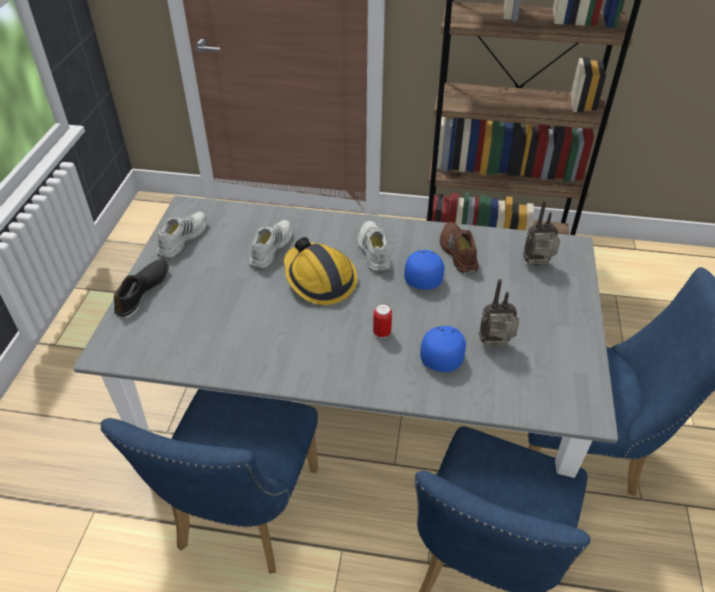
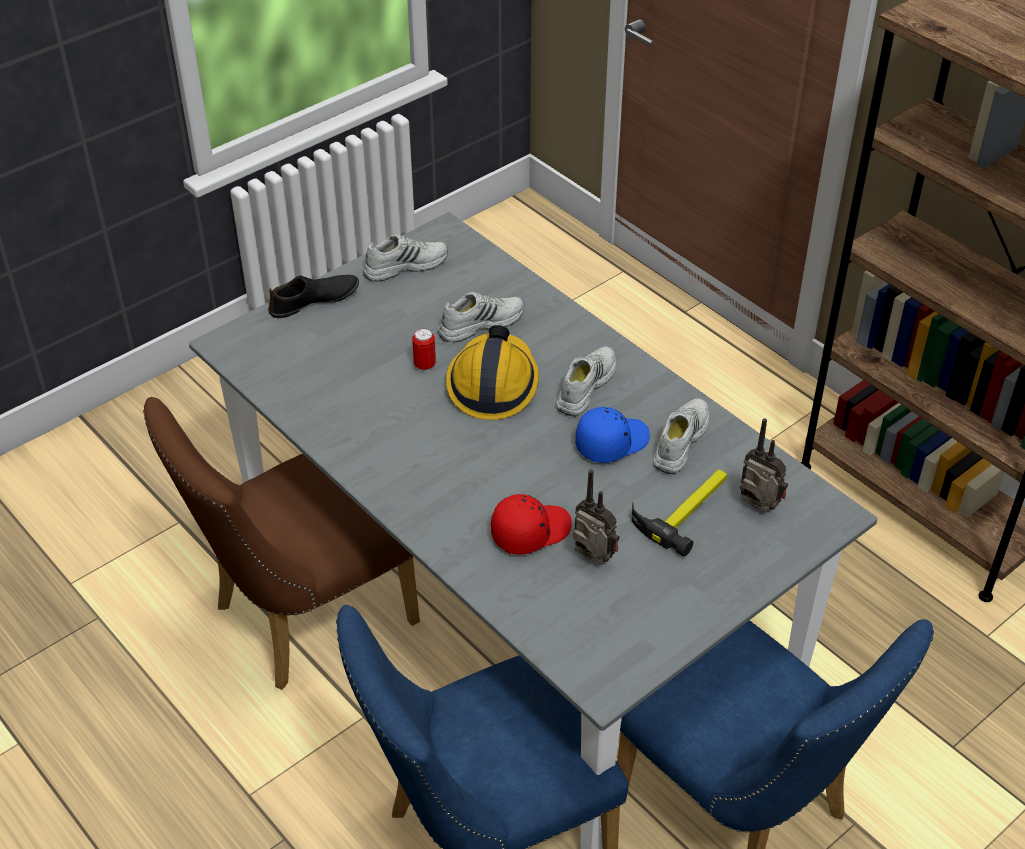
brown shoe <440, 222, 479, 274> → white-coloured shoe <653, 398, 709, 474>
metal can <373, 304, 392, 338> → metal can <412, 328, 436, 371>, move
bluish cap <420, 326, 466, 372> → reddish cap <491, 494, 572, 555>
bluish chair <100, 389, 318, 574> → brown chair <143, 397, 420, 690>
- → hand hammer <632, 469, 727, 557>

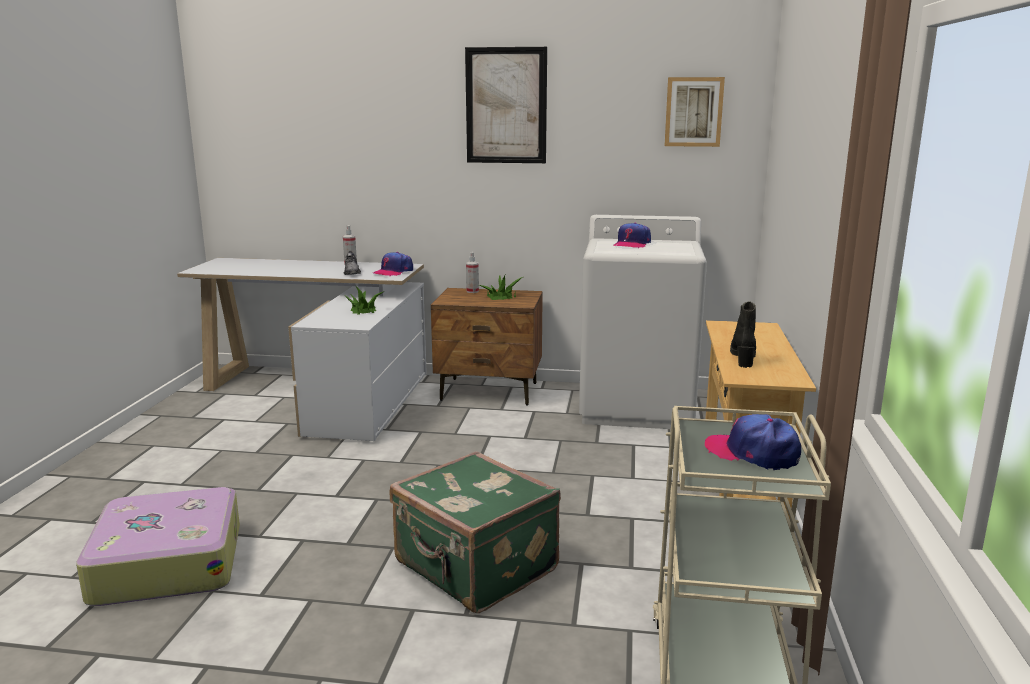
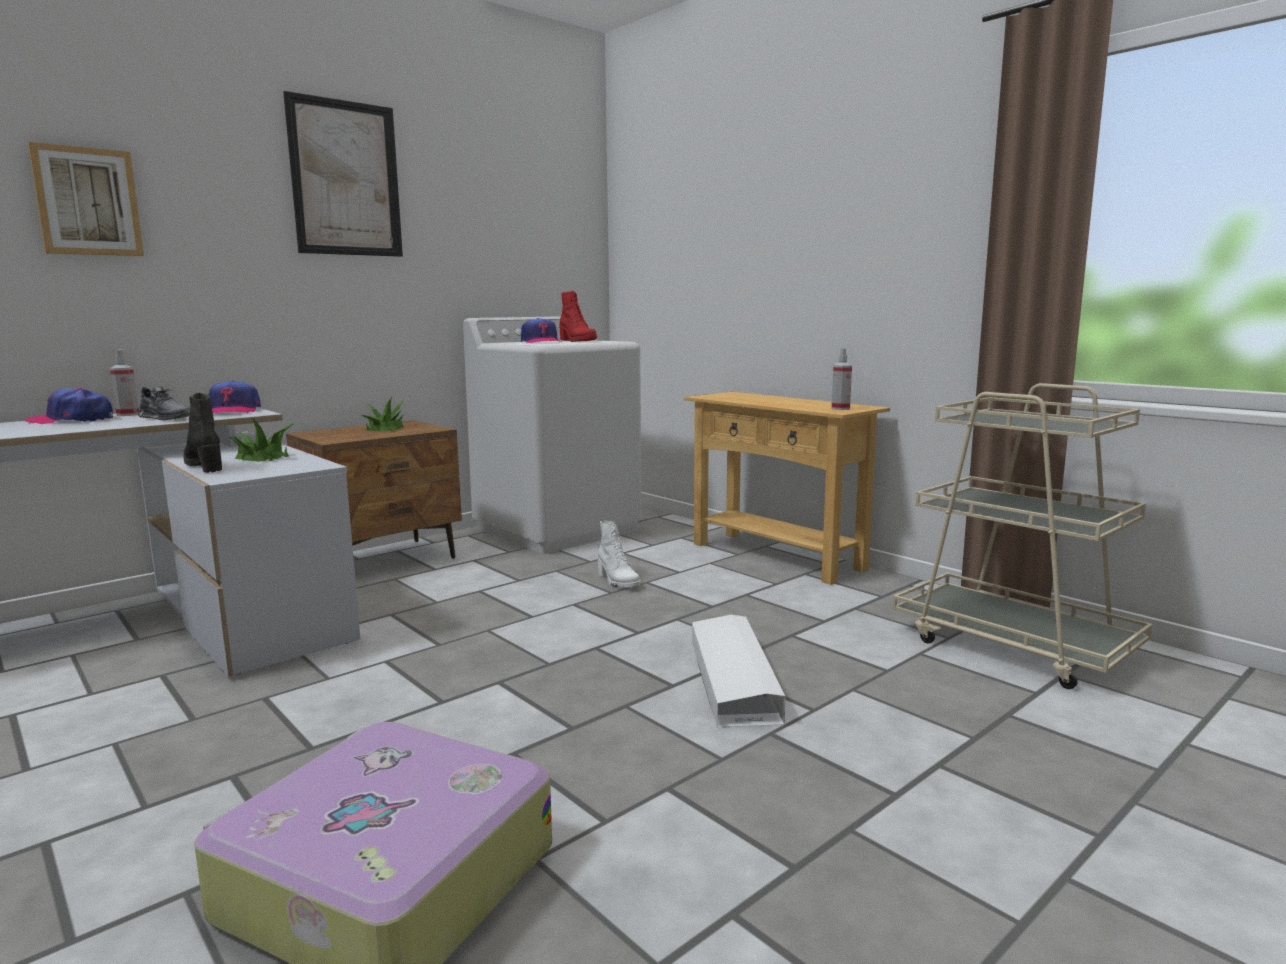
picture <664, 77, 725, 147> → picture <28, 142, 144, 256>, move
spray bottle <466, 252, 479, 293> → spray bottle <832, 348, 852, 410>, move
blackish tall boot <730, 301, 756, 368> → blackish tall boot <183, 393, 222, 473>, move
cap <705, 414, 801, 470> → cap <25, 388, 113, 424>, move
green-coloured suitcase <390, 451, 561, 613> → white-coloured storage box <691, 615, 785, 727>
- → reddish tall boot <559, 291, 597, 342>
- → white-coloured tall boot <598, 521, 641, 588>

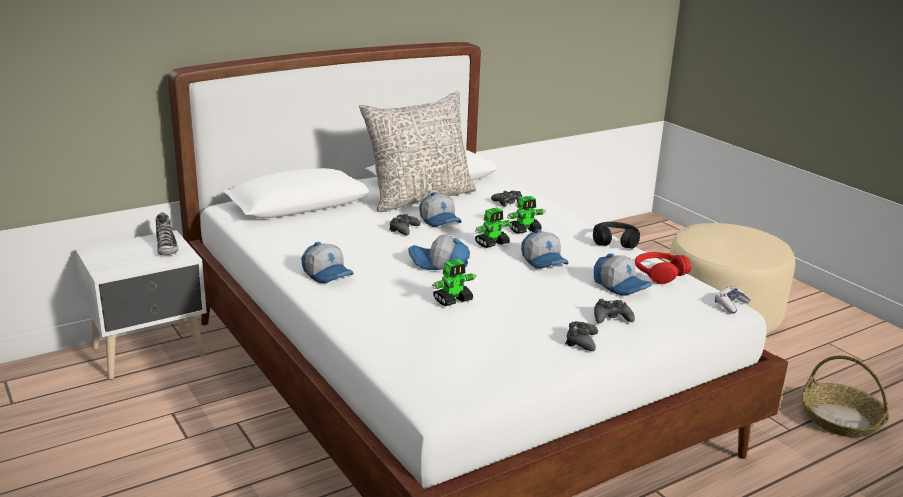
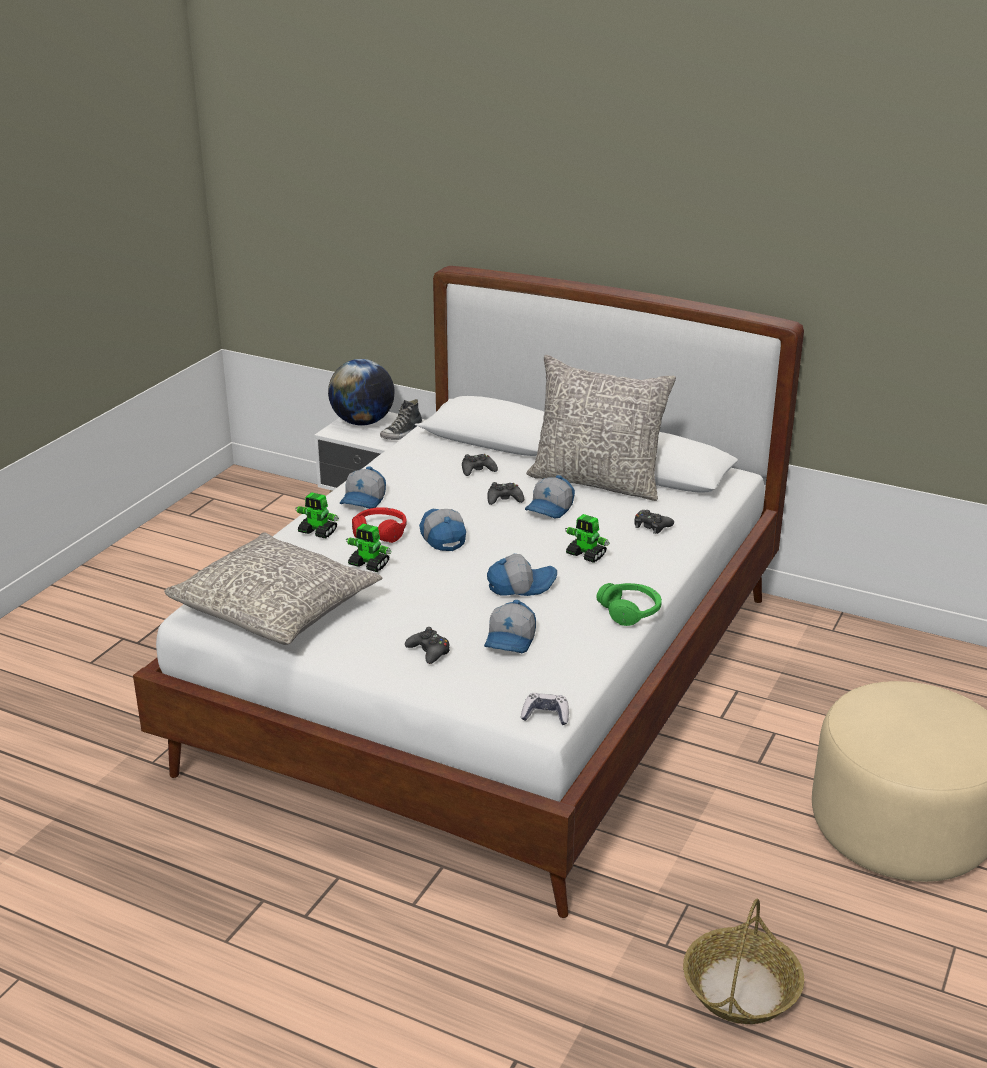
toy robot <475, 207, 512, 248> → toy robot <295, 492, 339, 539>, move
blackish pair of headphones <593, 222, 640, 249> → green-coloured pair of headphones <596, 583, 662, 626>
cap <521, 229, 569, 269> → cap <487, 554, 557, 596>, 135 degrees counterclockwise
reddish pair of headphones <635, 252, 691, 284> → reddish pair of headphones <352, 507, 407, 543>, move
blackish gamepad <565, 321, 598, 351> → blackish gamepad <462, 454, 498, 476>, move
- → desk globe <328, 359, 395, 426>
- → greyish pillow <165, 532, 382, 645>

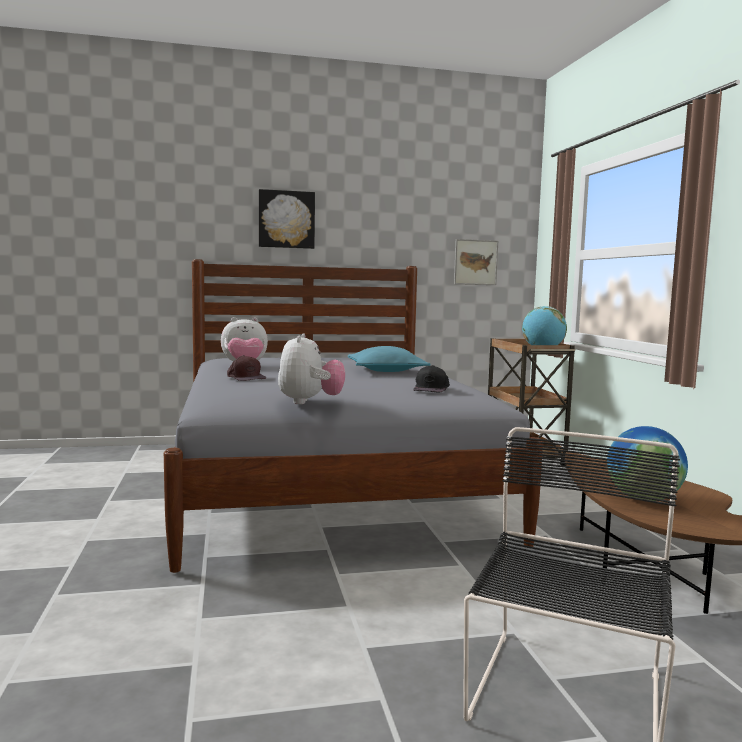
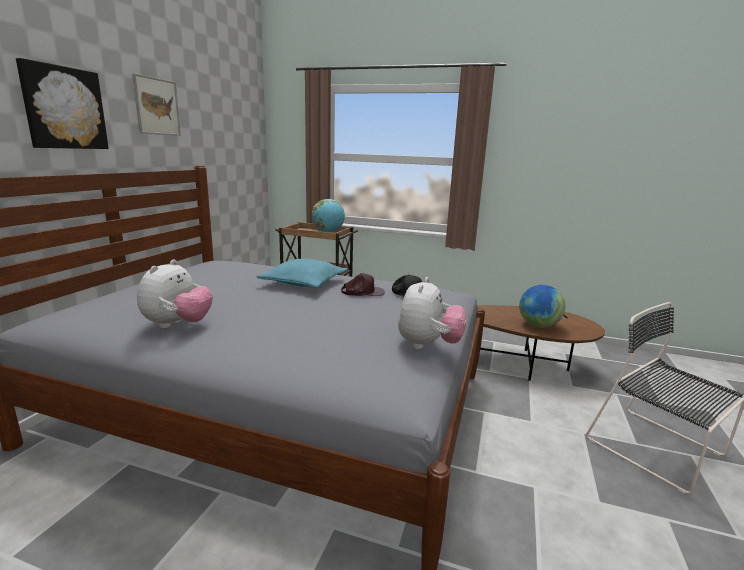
picture <454, 239, 498, 285> → picture <132, 73, 181, 136>, move
soft toy <278, 334, 345, 404> → soft toy <398, 277, 467, 349>, 75 degrees clockwise
brown cap <227, 355, 266, 381> → brown cap <341, 273, 385, 296>, move

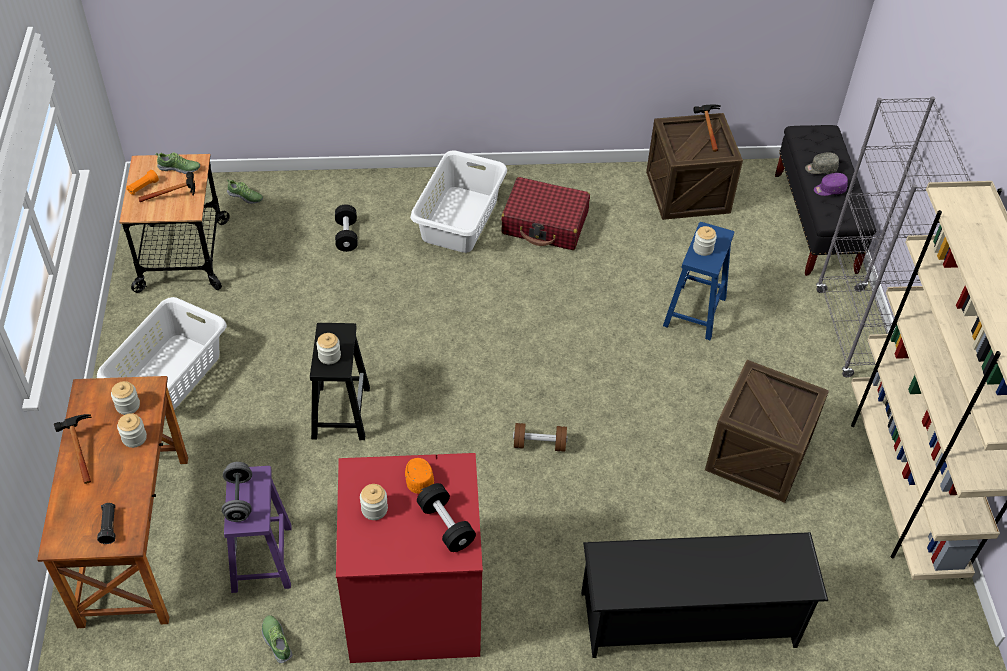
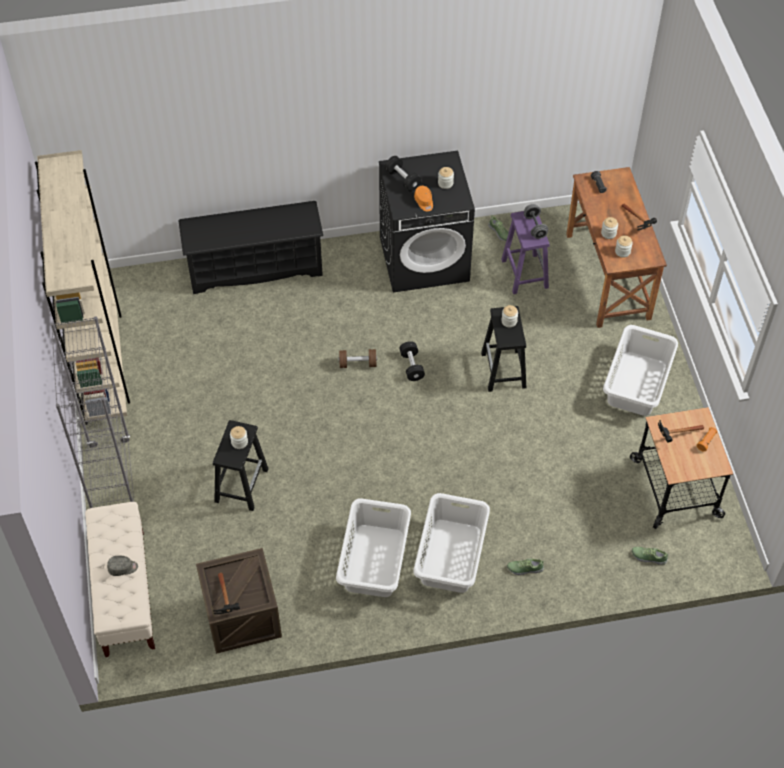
blackish bench <775, 125, 876, 276> → beige-coloured bench <85, 502, 155, 657>
shoe <156, 153, 200, 174> → shoe <507, 558, 544, 575>, move
purple-coloured cap <814, 173, 848, 196> → -
reddish suitcase <501, 177, 590, 250> → white-coloured washing basket <336, 498, 411, 597>
blackish hand weight <335, 204, 358, 252> → blackish hand weight <399, 341, 425, 381>, move
bluish stool <663, 222, 734, 340> → blackish stool <213, 420, 268, 511>
packing crate <705, 360, 829, 503> → -
reddish washing machine <336, 453, 483, 663> → blackish washing machine <379, 151, 475, 293>

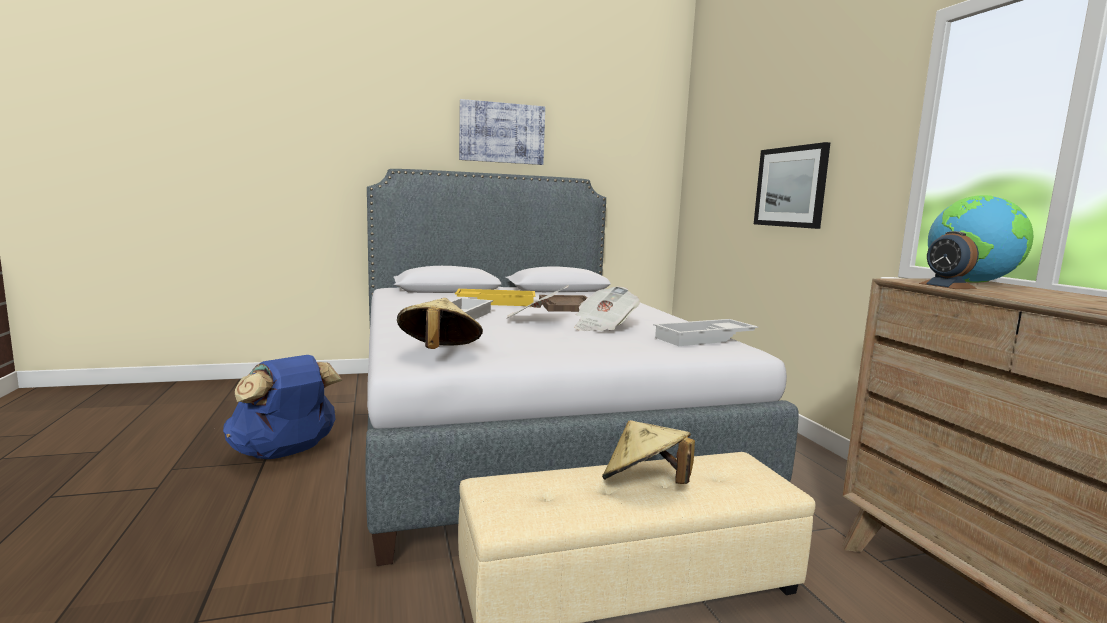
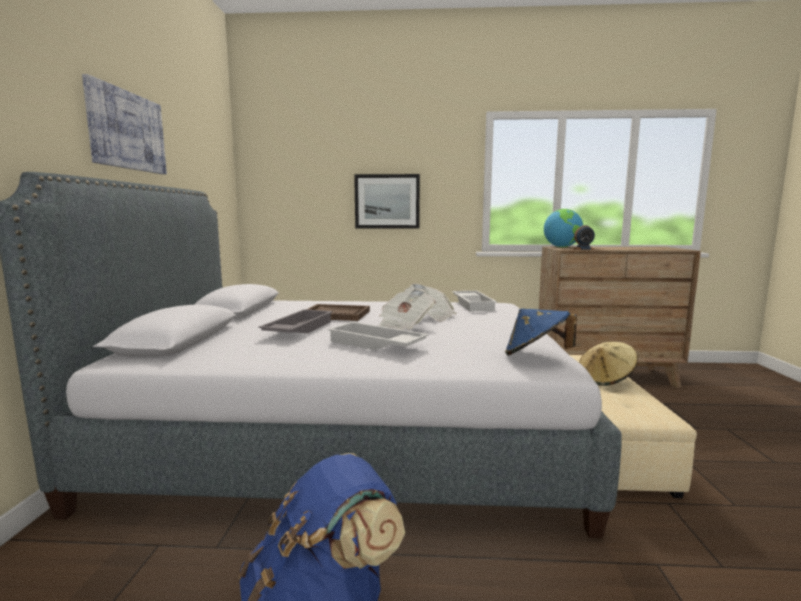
yellow carrying tray <455, 289, 535, 306> → greyish carrying tray <258, 309, 333, 333>
beige-coloured clothing hat <397, 298, 483, 349> → bluish clothing hat <505, 309, 577, 355>

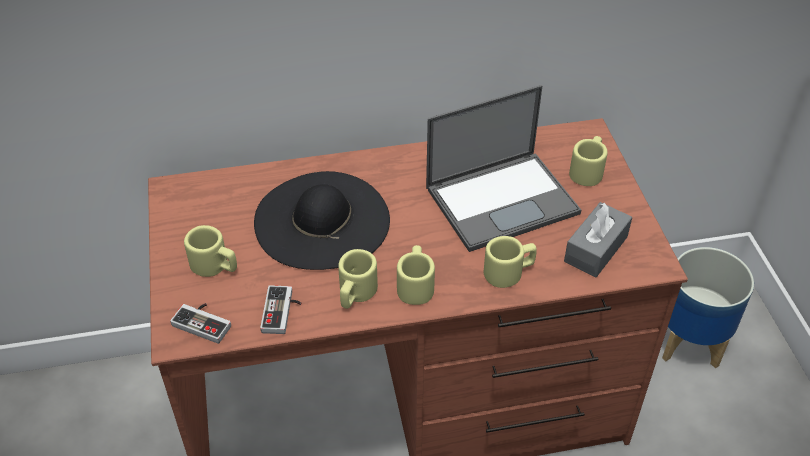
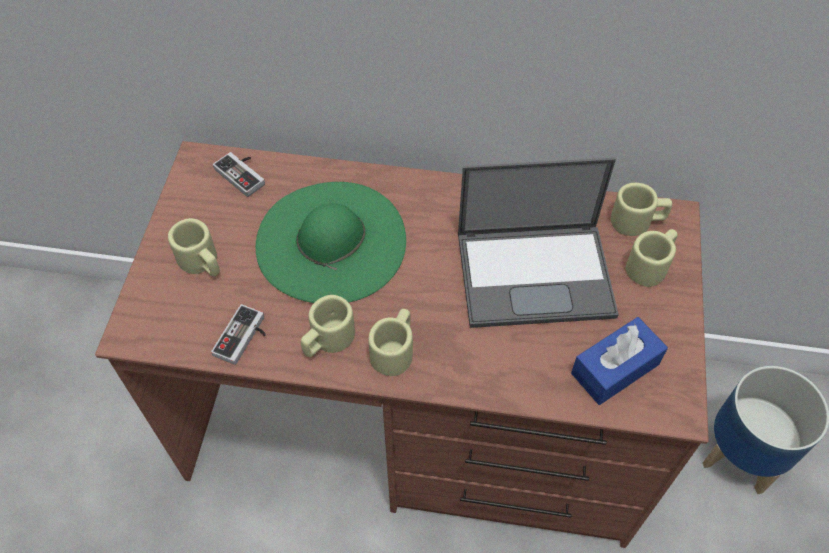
blackish clothing hat <254, 171, 390, 270> → green-coloured clothing hat <255, 182, 406, 303>
greyish tissue holder <564, 202, 632, 277> → bluish tissue holder <571, 317, 668, 405>
beige-coloured coffee mug <484, 236, 537, 288> → beige-coloured coffee mug <611, 183, 672, 236>, move
gamepad <170, 303, 231, 344> → gamepad <213, 152, 265, 197>, move

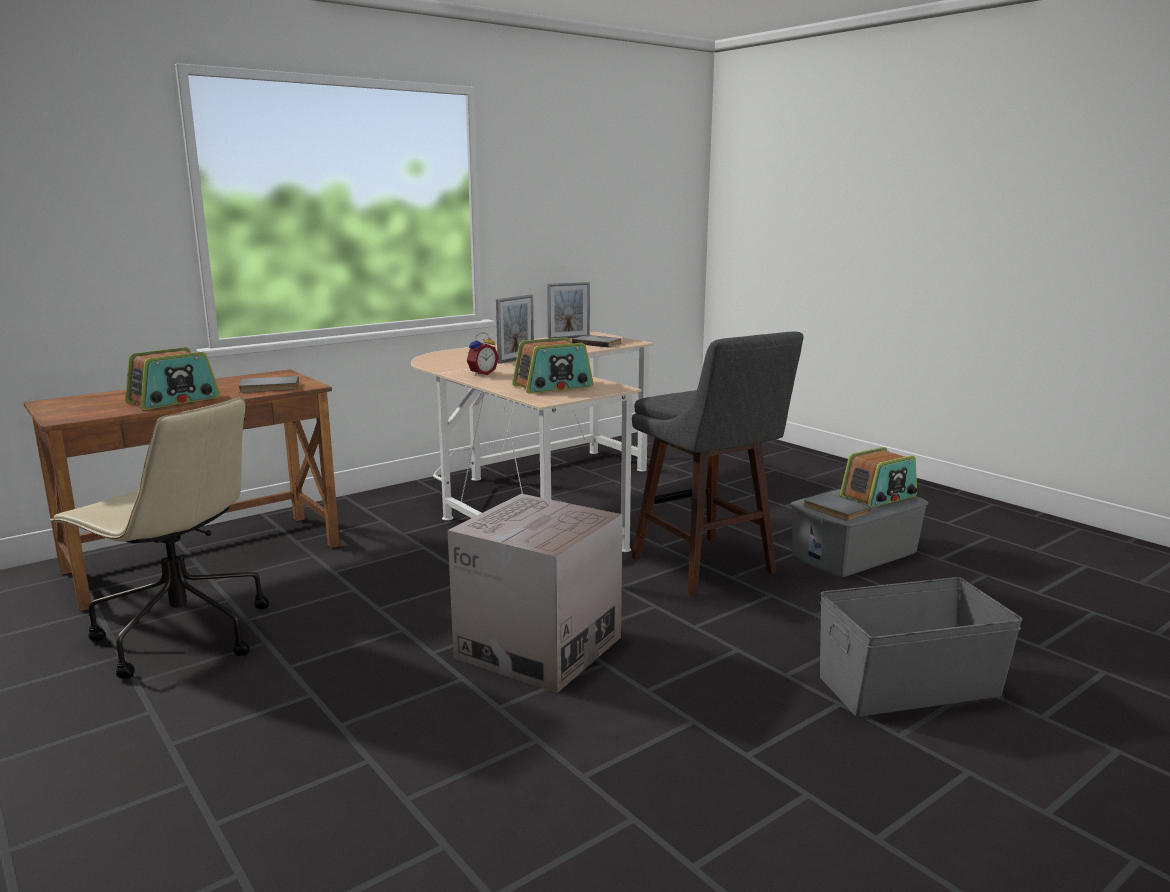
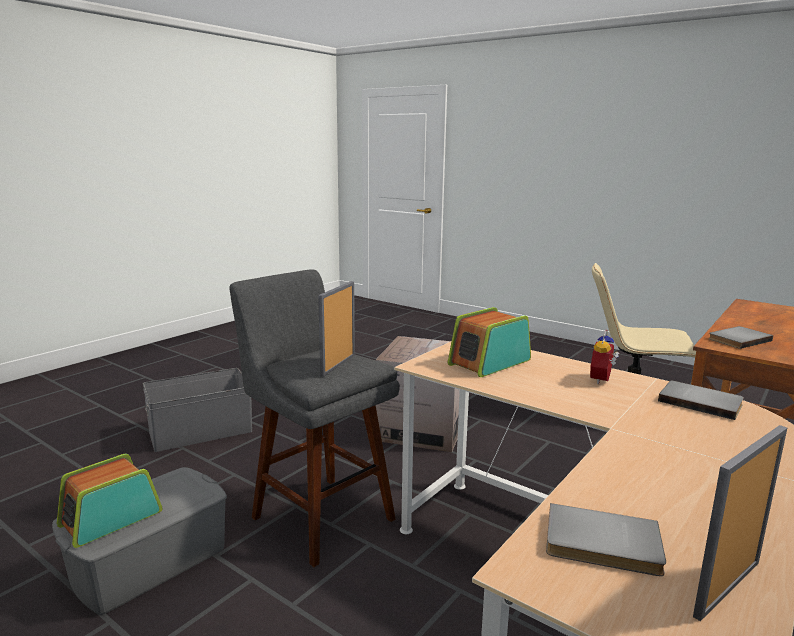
photo frame <496, 294, 534, 364> → photo frame <318, 281, 355, 377>, move
radio set <125, 347, 220, 410> → -
greyish bound book <803, 493, 871, 521> → greyish bound book <658, 381, 744, 420>, move

